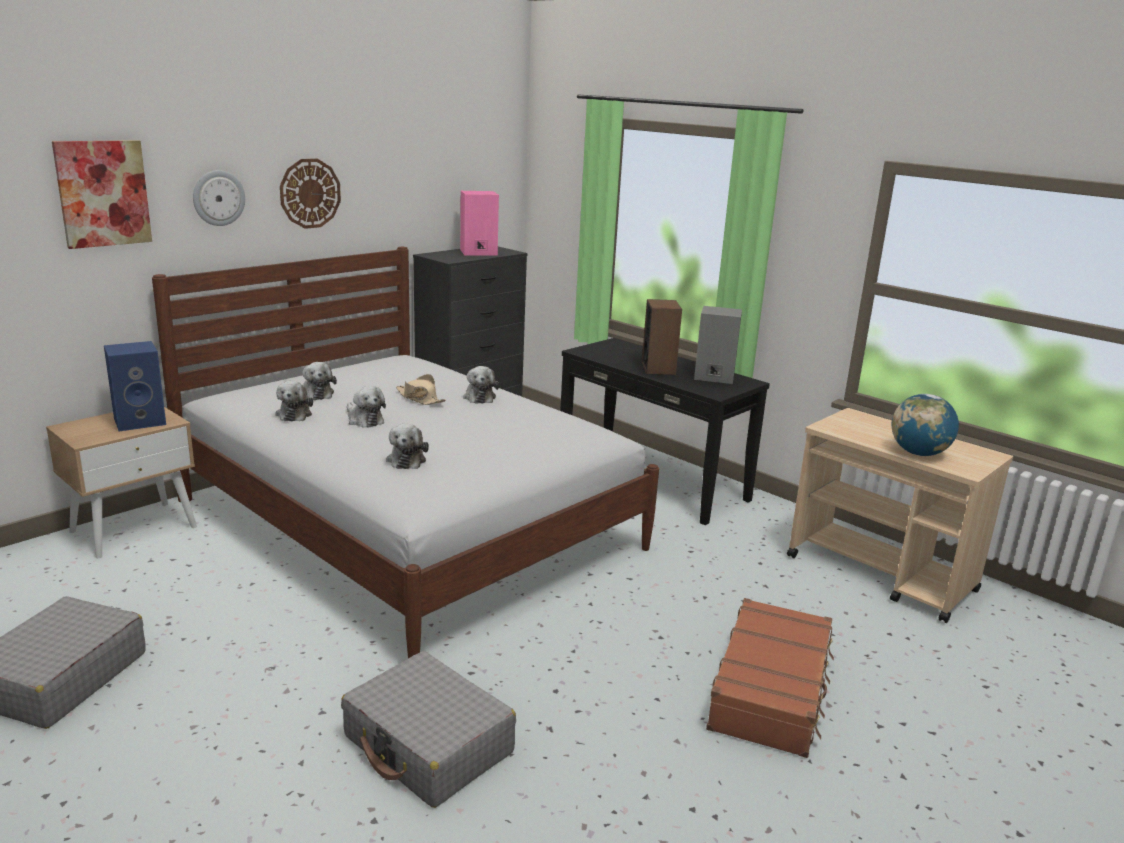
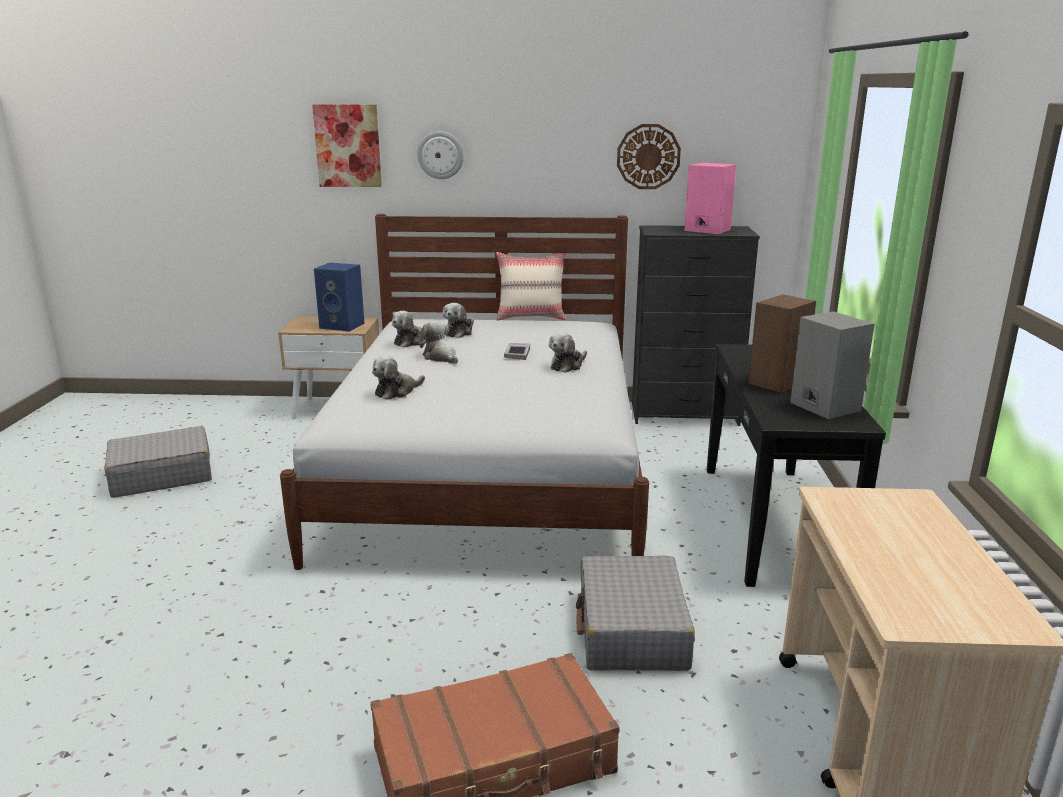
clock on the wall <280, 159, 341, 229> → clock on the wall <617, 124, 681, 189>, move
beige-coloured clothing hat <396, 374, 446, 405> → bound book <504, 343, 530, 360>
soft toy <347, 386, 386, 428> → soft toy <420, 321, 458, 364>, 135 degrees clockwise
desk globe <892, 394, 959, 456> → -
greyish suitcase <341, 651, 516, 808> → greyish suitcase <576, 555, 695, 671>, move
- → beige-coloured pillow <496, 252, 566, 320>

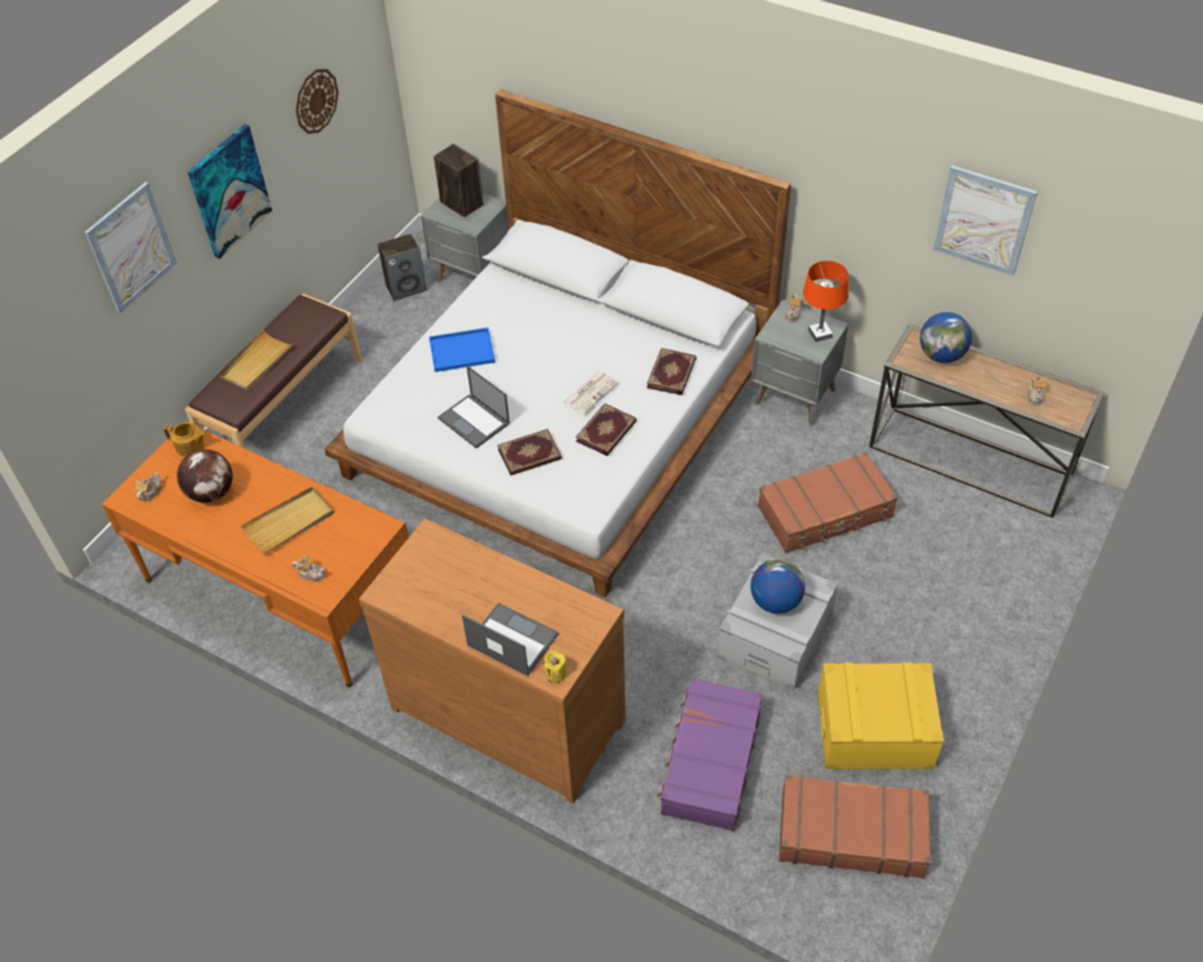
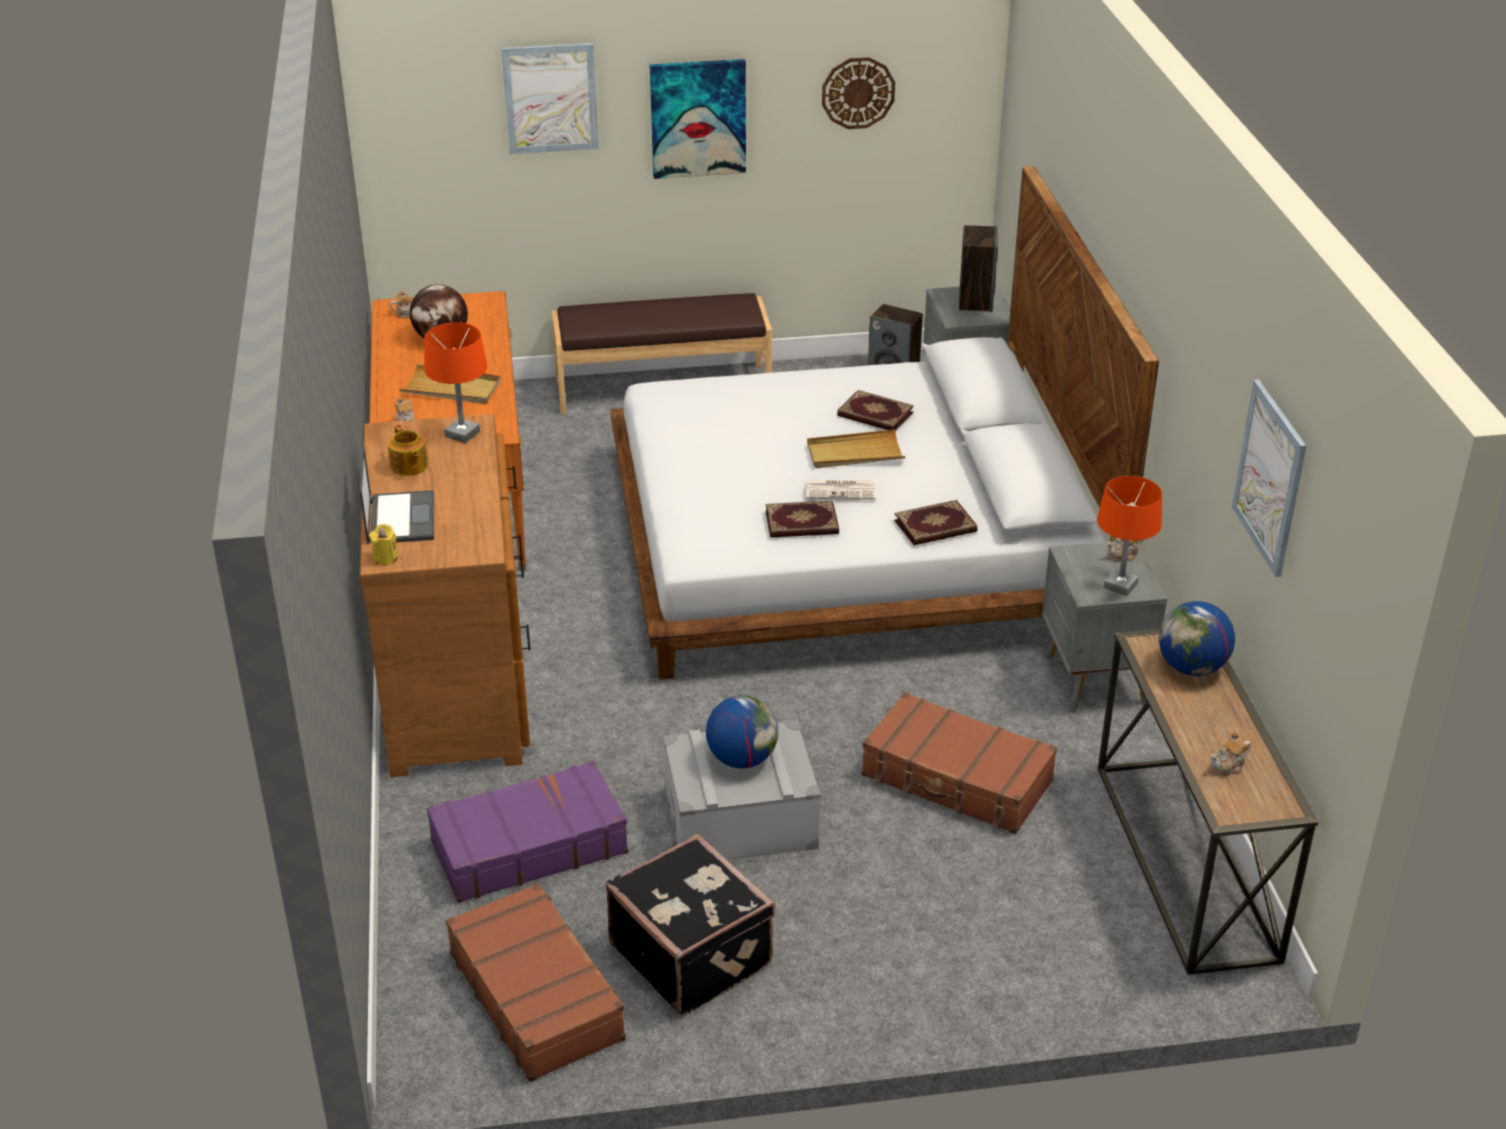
bluish carrying tray <429, 328, 495, 372> → -
beige-coloured carrying tray <220, 330, 294, 390> → beige-coloured carrying tray <807, 429, 905, 468>, move
laptop <438, 366, 510, 449> → -
pot for tea <163, 422, 207, 457> → pot for tea <388, 424, 428, 476>, move
bound book <497, 429, 562, 475> → bound book <837, 390, 914, 430>, move
yellow storage box <818, 662, 944, 769> → blackish suitcase <606, 834, 775, 1016>
- → orange tabletop lamp <424, 322, 487, 443>

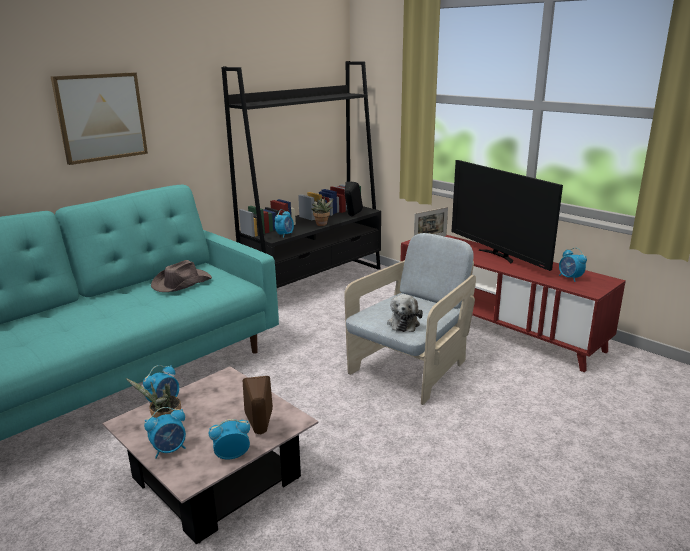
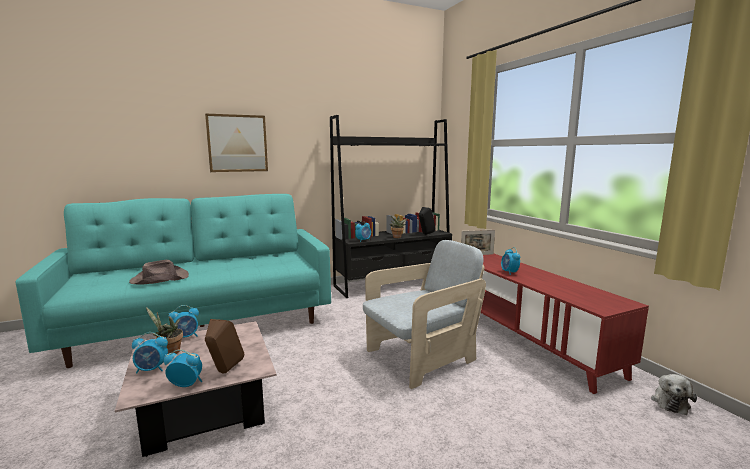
television <451, 160, 563, 271> → -
bedside clock <559, 248, 587, 282> → bedside clock <501, 247, 520, 275>, move
brown clothing hat <151, 260, 212, 292> → brown clothing hat <129, 260, 189, 285>, move
soft toy <387, 294, 423, 332> → soft toy <651, 374, 697, 415>, move

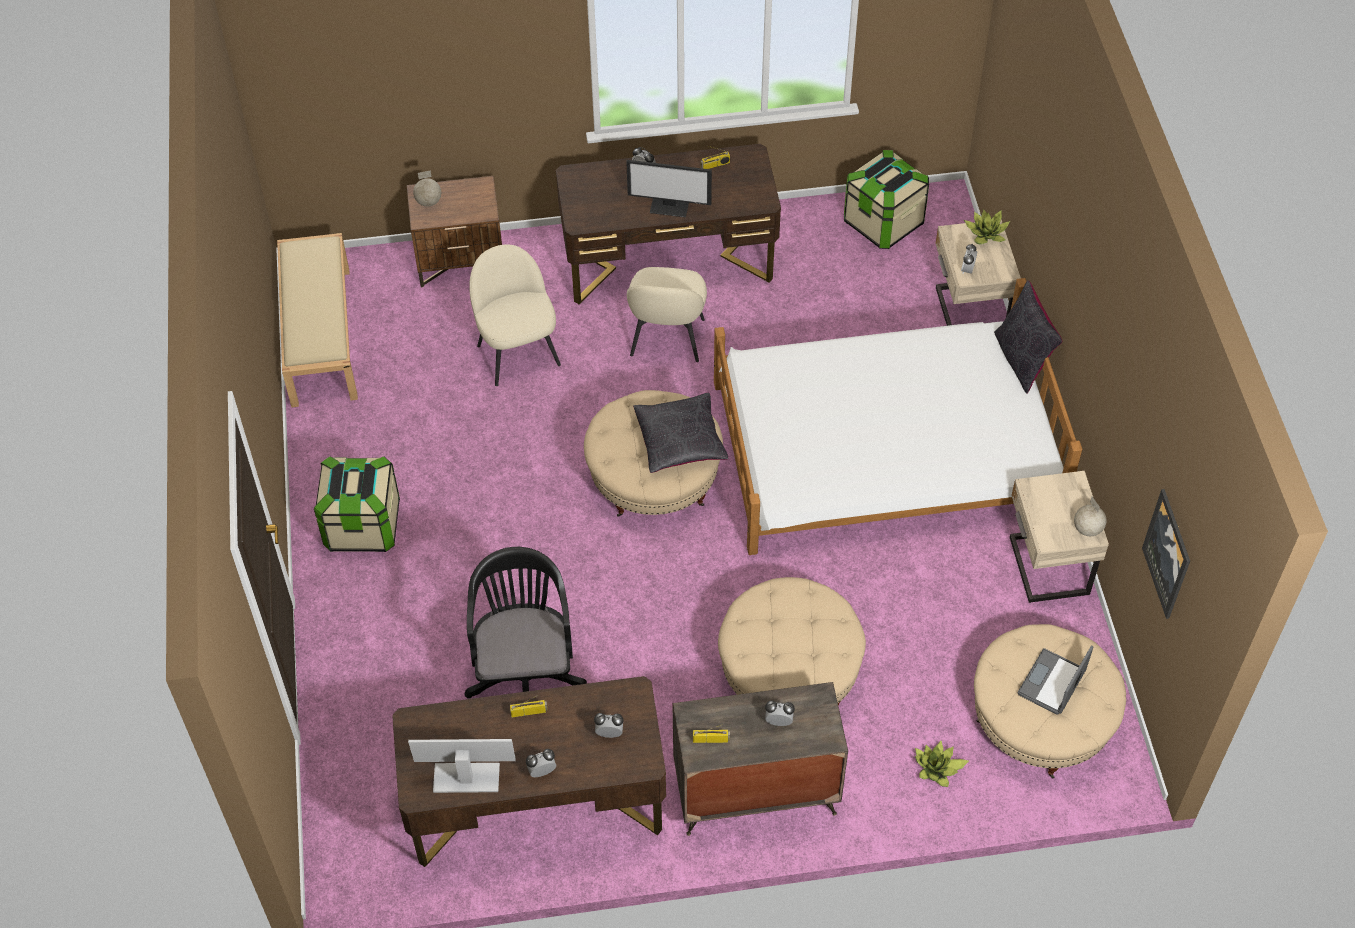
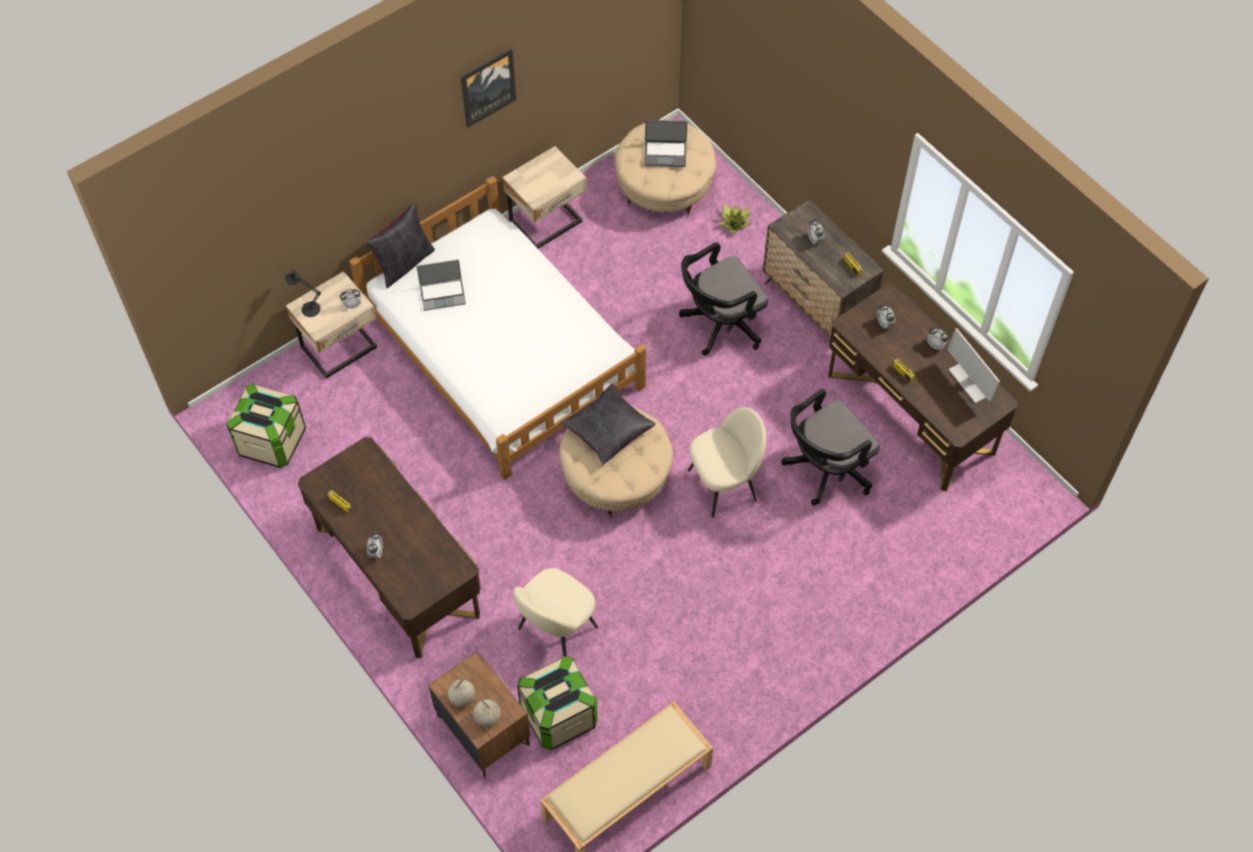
monitor <626, 160, 712, 217> → -
houseplant <964, 210, 1010, 245> → blackish tabletop lamp <285, 270, 321, 317>
beige-coloured chair <627, 267, 707, 362> → beige-coloured chair <688, 407, 766, 518>, move
storage box <314, 456, 400, 552> → storage box <517, 656, 598, 750>, move
picture <1142, 489, 1190, 619> → picture <461, 48, 516, 128>, move
desk globe <1074, 497, 1106, 536> → desk globe <448, 678, 475, 707>, move
beige-coloured ottoman <718, 577, 866, 706> → blackish office chair <679, 242, 768, 355>
- → laptop <417, 259, 466, 311>

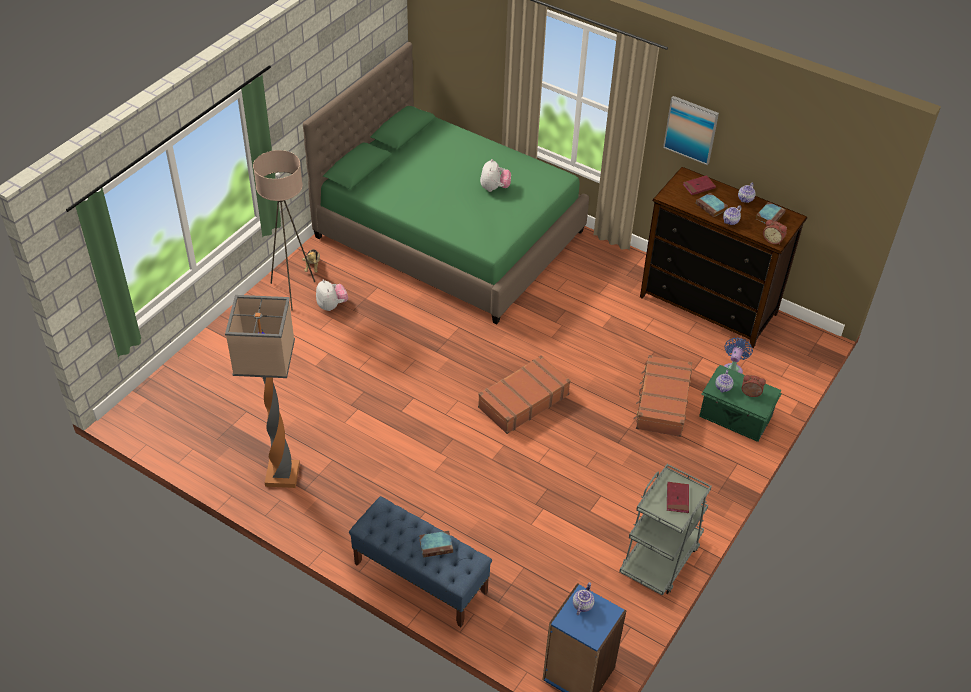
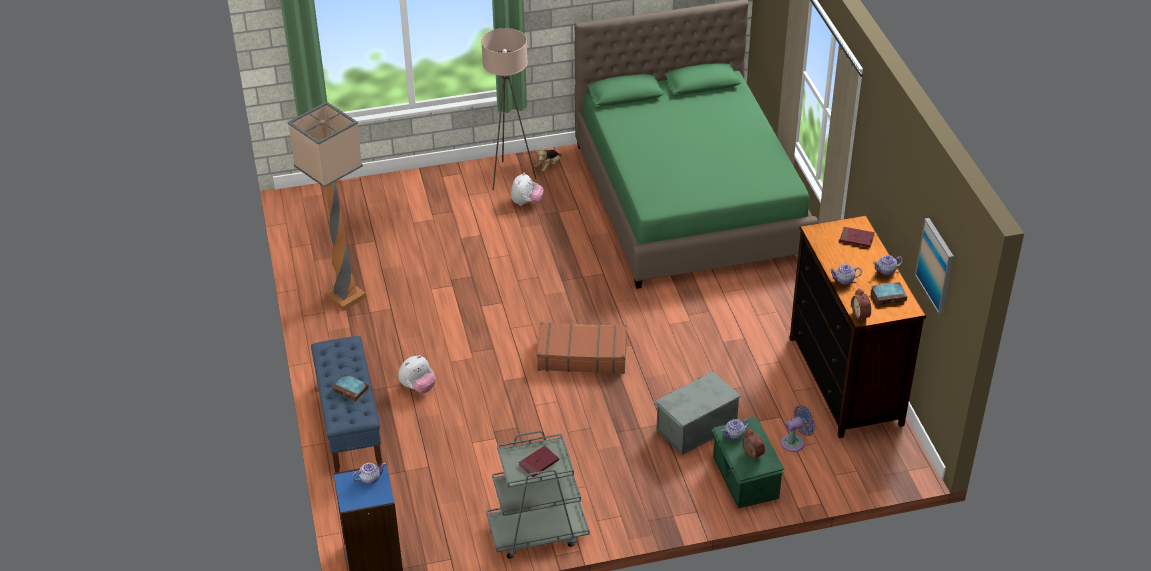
picture <663, 96, 719, 165> → picture <915, 218, 954, 314>, move
soft toy <480, 159, 511, 192> → soft toy <398, 355, 436, 393>, move
bound book <696, 193, 728, 217> → -
brown suitcase <633, 355, 692, 437> → greyish storage box <654, 371, 741, 455>

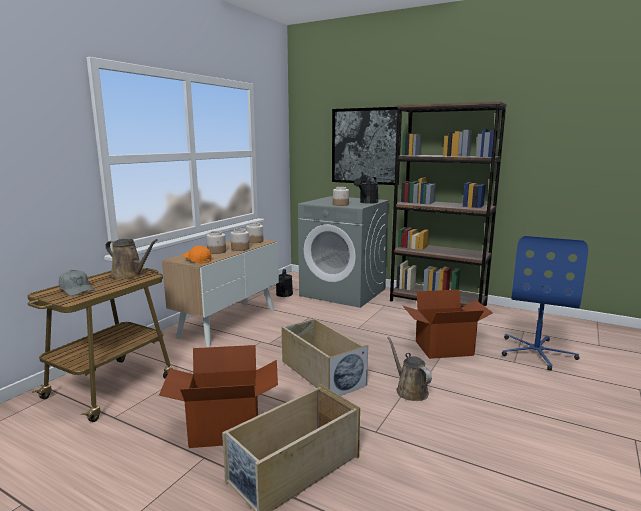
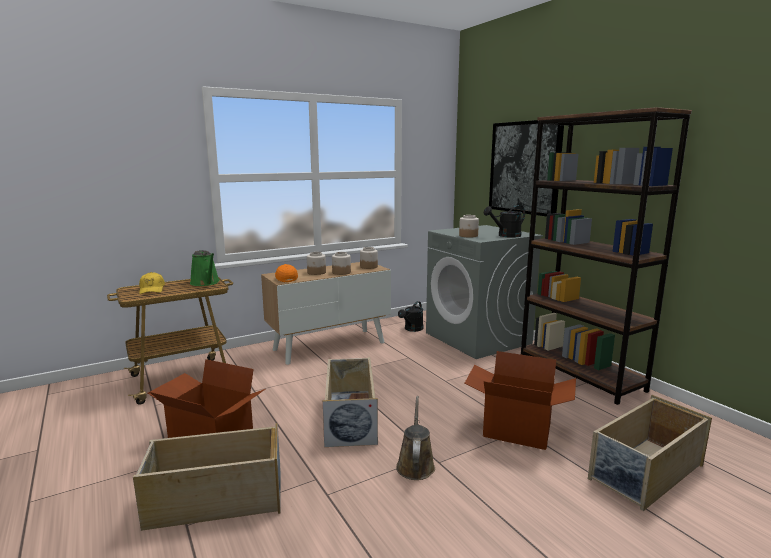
bluish office chair <502, 236, 588, 370> → beige-coloured storage box <588, 395, 712, 511>
brown watering pot <106, 239, 158, 279> → green-coloured watering pot <190, 250, 220, 286>
greyish cap <59, 270, 94, 296> → yellow cap <139, 272, 165, 294>

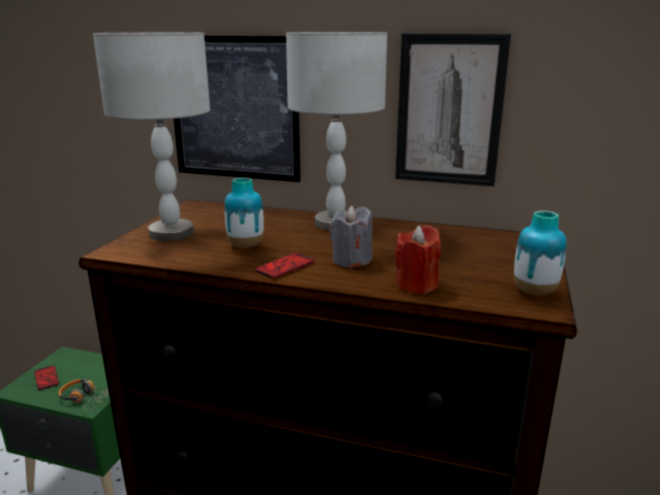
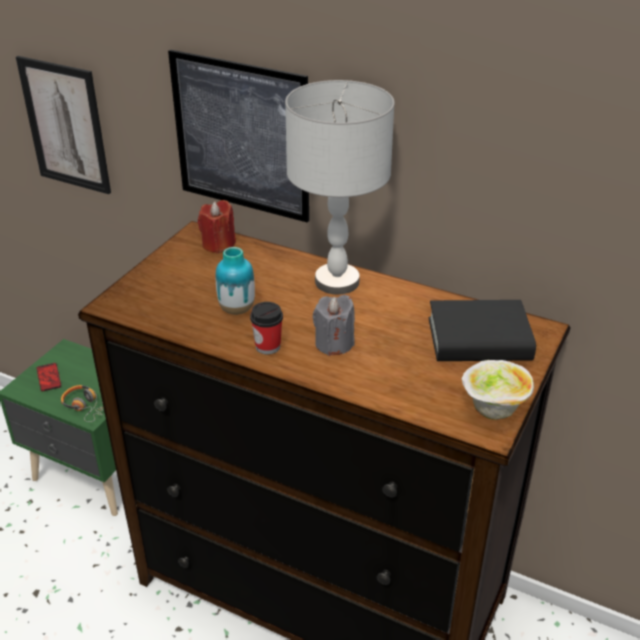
greyish tabletop lamp <93, 32, 210, 241> → -
picture <395, 33, 511, 186> → picture <16, 56, 111, 194>, move
vase <514, 211, 566, 296> → deep dish <462, 360, 534, 420>
reddish wax candle <395, 225, 441, 294> → reddish wax candle <198, 200, 236, 253>, move
phone <255, 253, 315, 279> → small cup <250, 302, 283, 354>
- → blackish bound book <429, 300, 536, 361>

